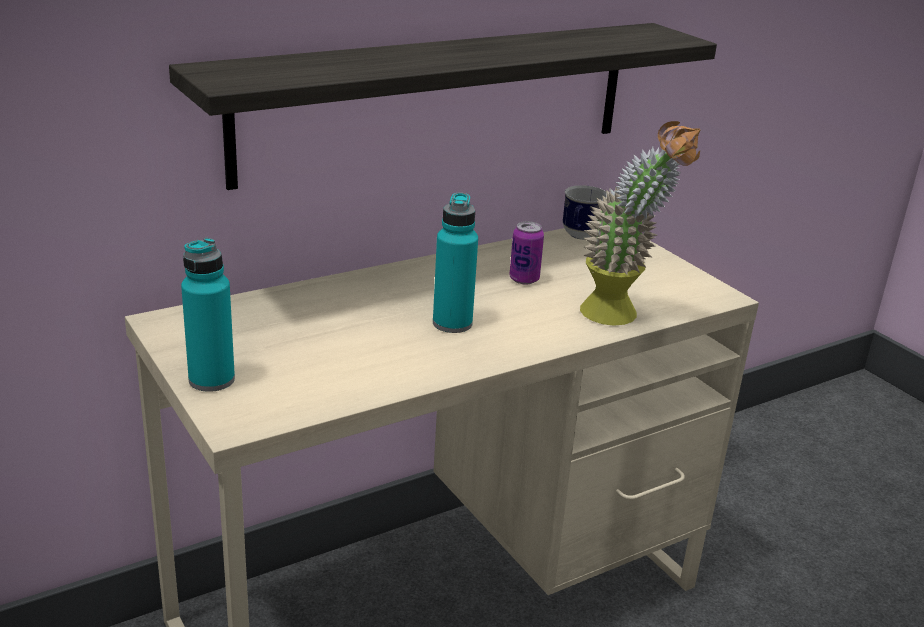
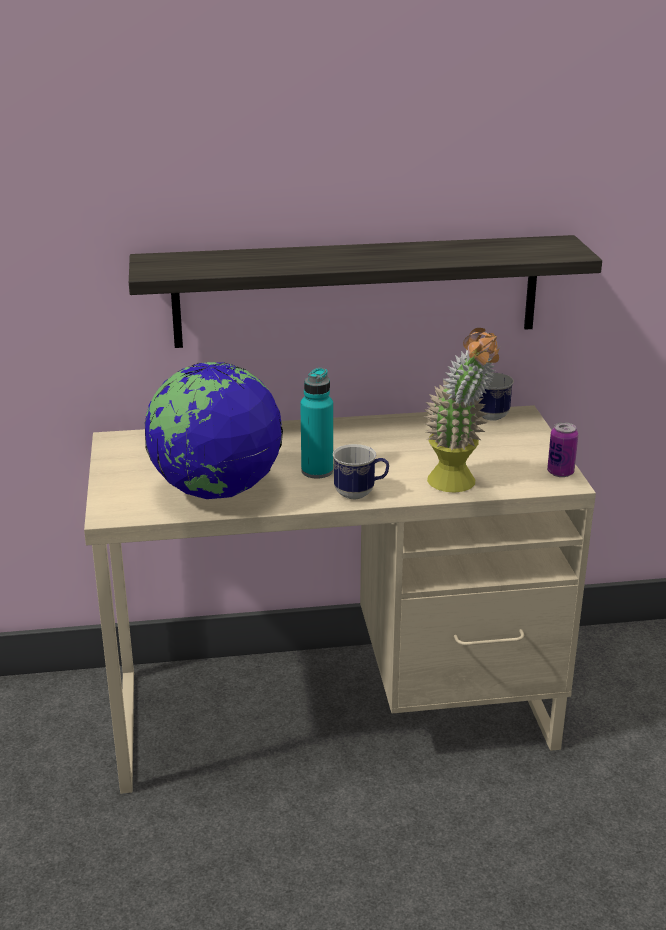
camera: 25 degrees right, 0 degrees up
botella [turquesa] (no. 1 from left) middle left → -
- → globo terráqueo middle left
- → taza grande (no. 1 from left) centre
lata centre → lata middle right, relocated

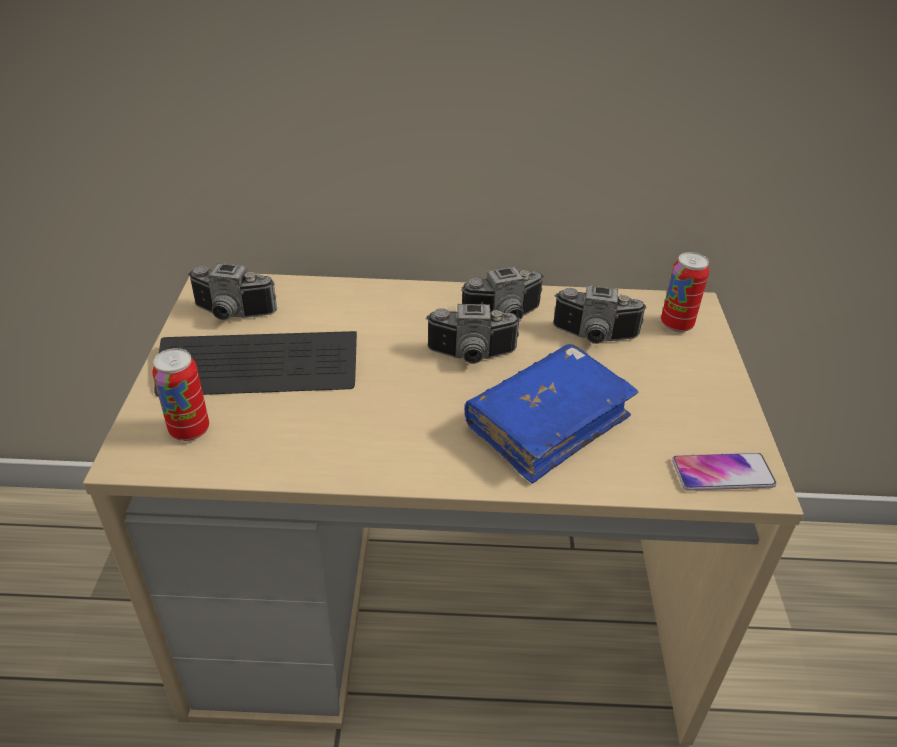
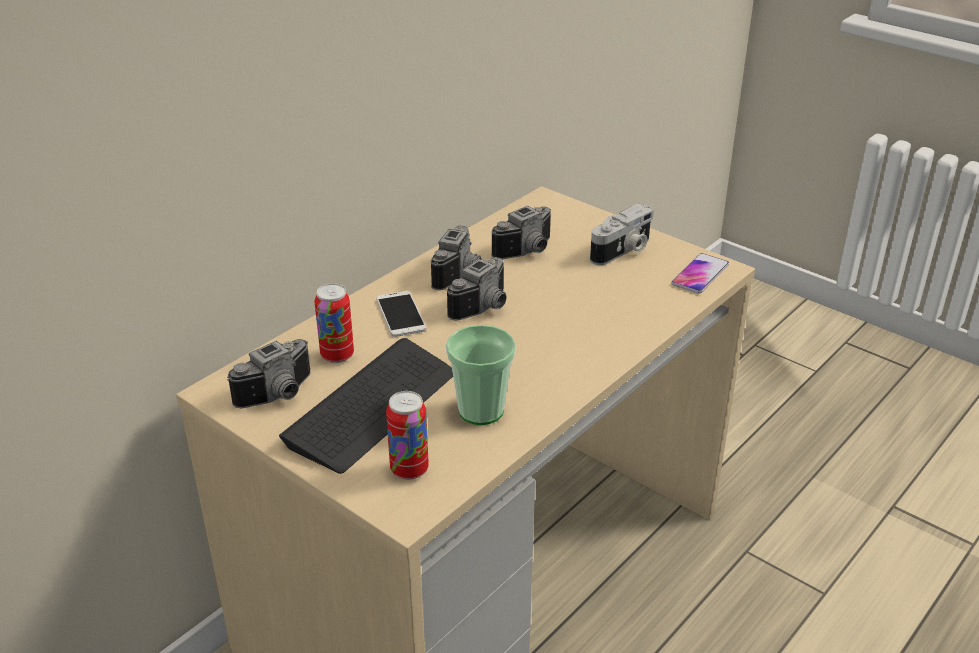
camera: 50 degrees left, 5 degrees down
libro [azul] centre → -
- → móvil (no. 1 from left) centre
- → taza centre
- → cámara (no. 5 from left) centre
lata (no. 2 from left in the first image) middle right → lata (no. 1 from left) centre, relocated

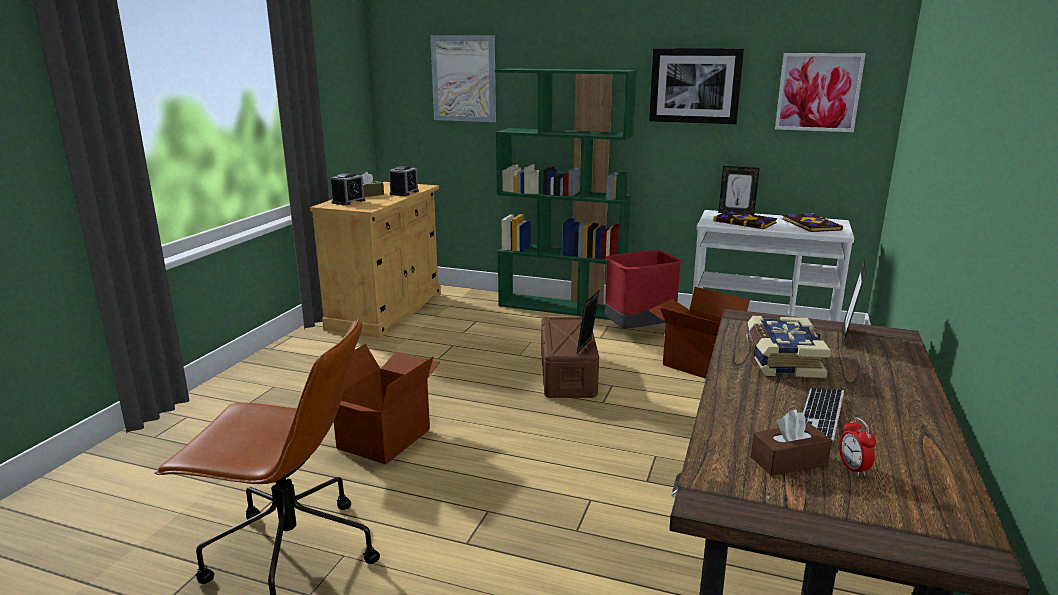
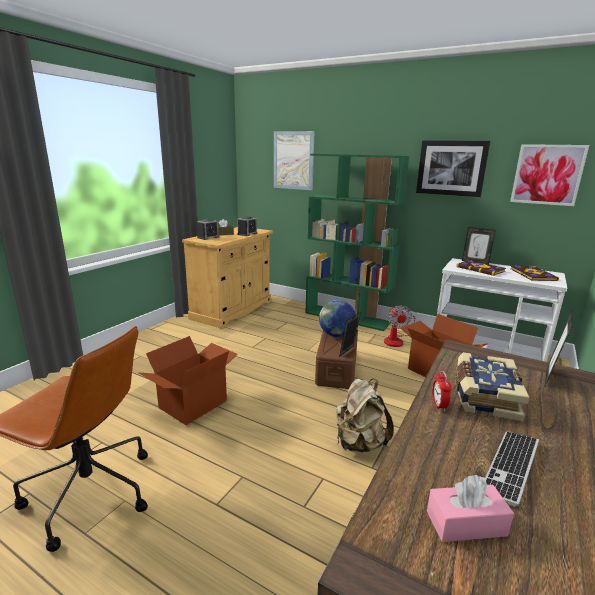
camera: 10 degrees right, 0 degrees up
- → globo terráqueo centre
- → mochila [beis] bottom centre
despertador (no. 3 from left) bottom right → despertador (no. 3 from left) middle right, relocated
papelera [rojo] centre → ventilador middle right
caja de pañuelos [marrón] (no. 2 from left) bottom right → caja de pañuelos [rosa] bottom right

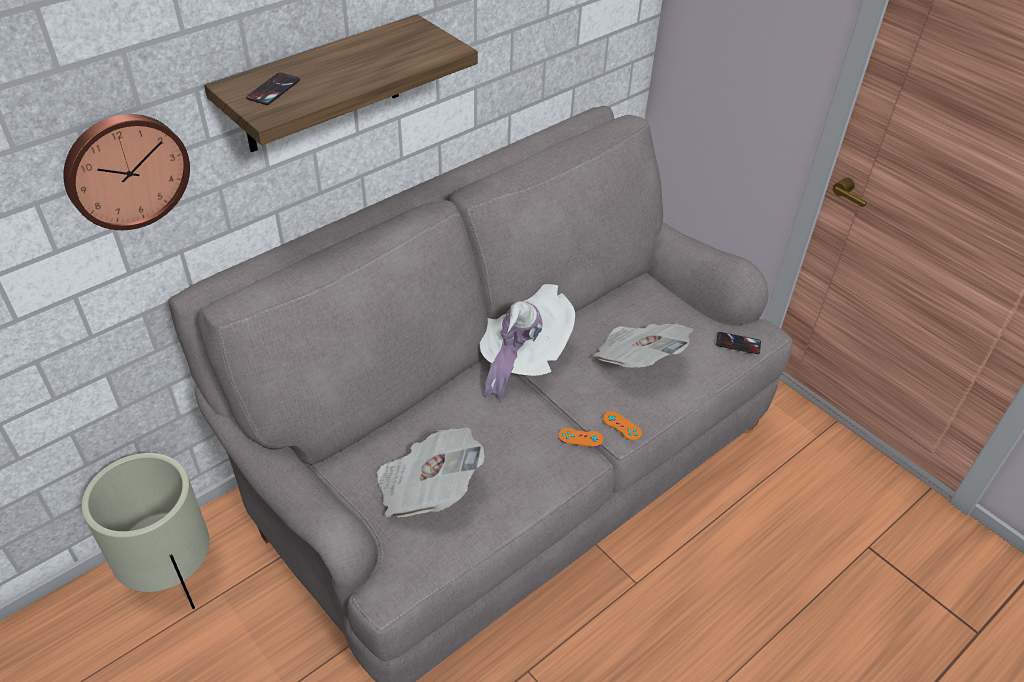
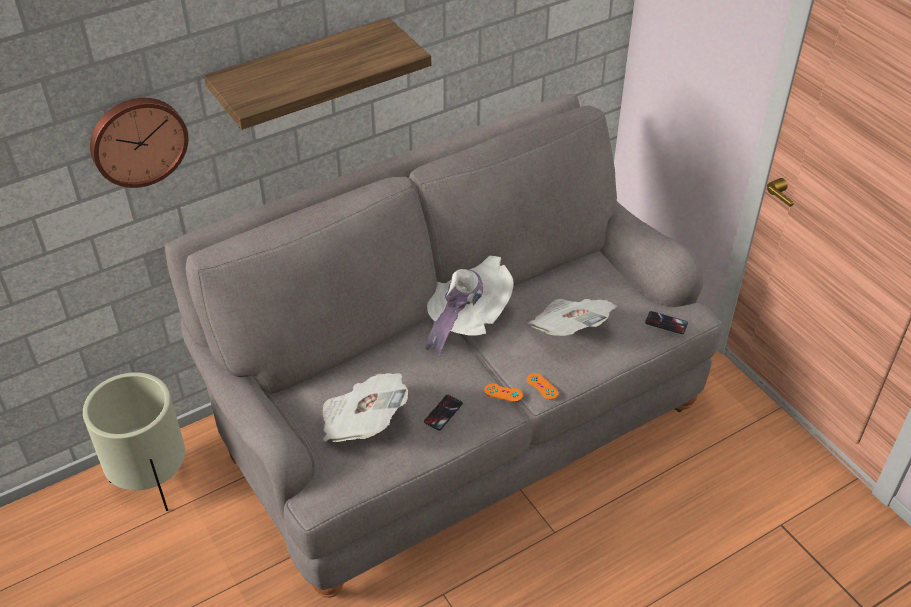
camera: 10 degrees right, 0 degrees up
móvil (no. 1 from left) top left → móvil (no. 1 from left) bottom centre, relocated

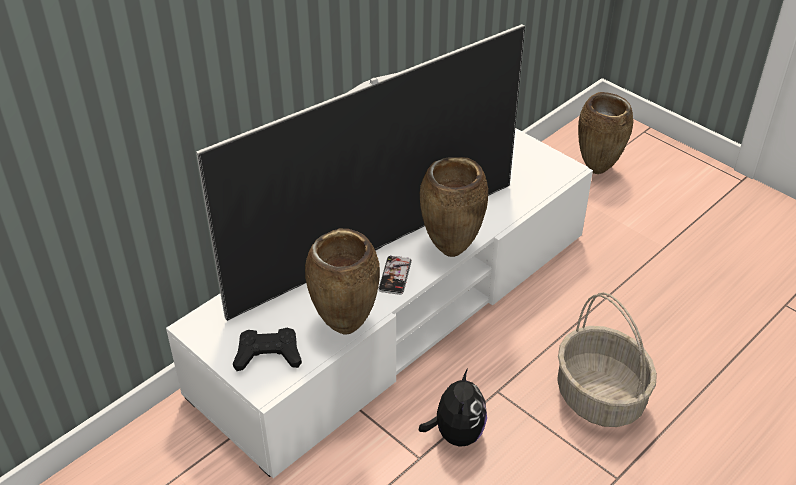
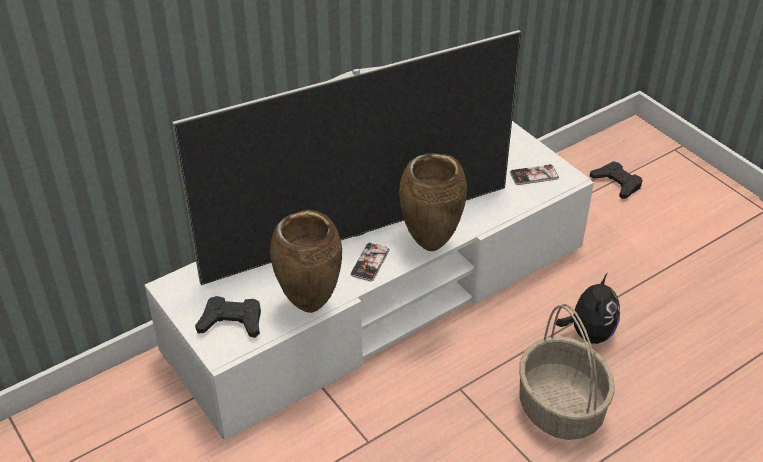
camera: 10 degrees right, 0 degrees up
- → móvil (no. 2 from left) middle right
peluche bottom centre → peluche bottom right, relocated
florero [marrón] (no. 3 from left) top right → mando de consola [negro] (no. 2 from left) middle right

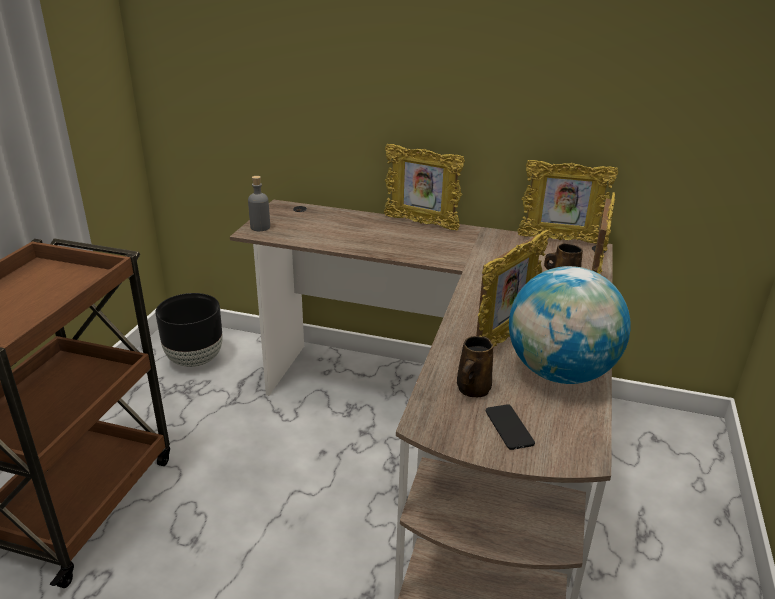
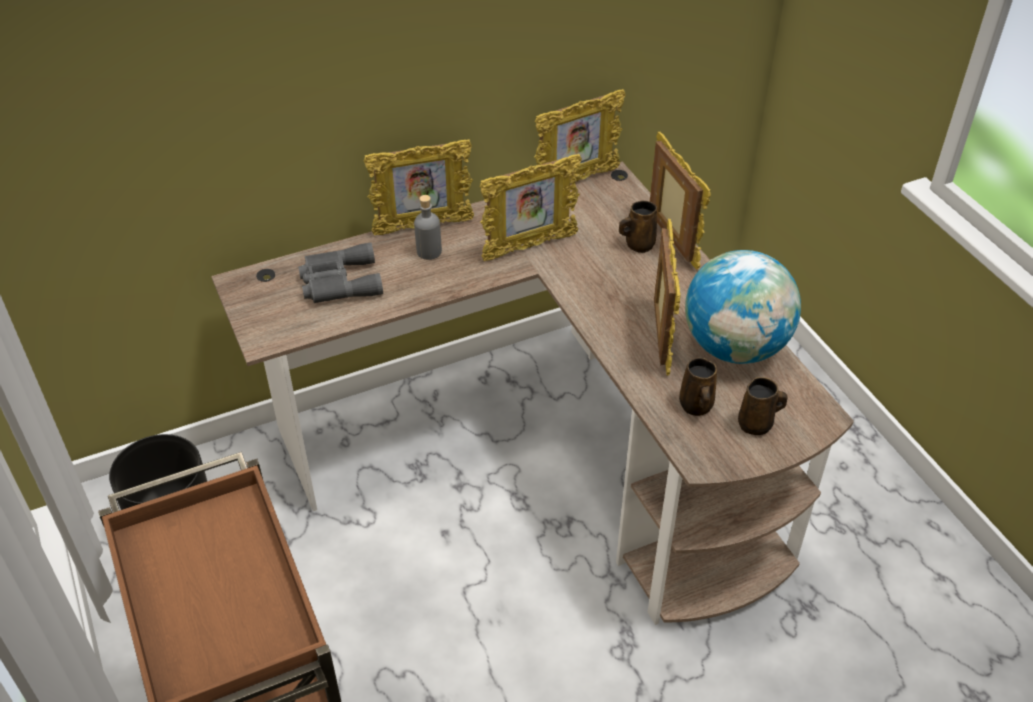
camera: 40 degrees left, 15 degrees up
- → prismáticos [gris] middle left
- → portarretratos (no. 2 from left) top centre
botella [gris] centre → botella [gris] top centre, relocated
móvil bottom centre → taza grande [marrón] (no. 3 from left) middle right

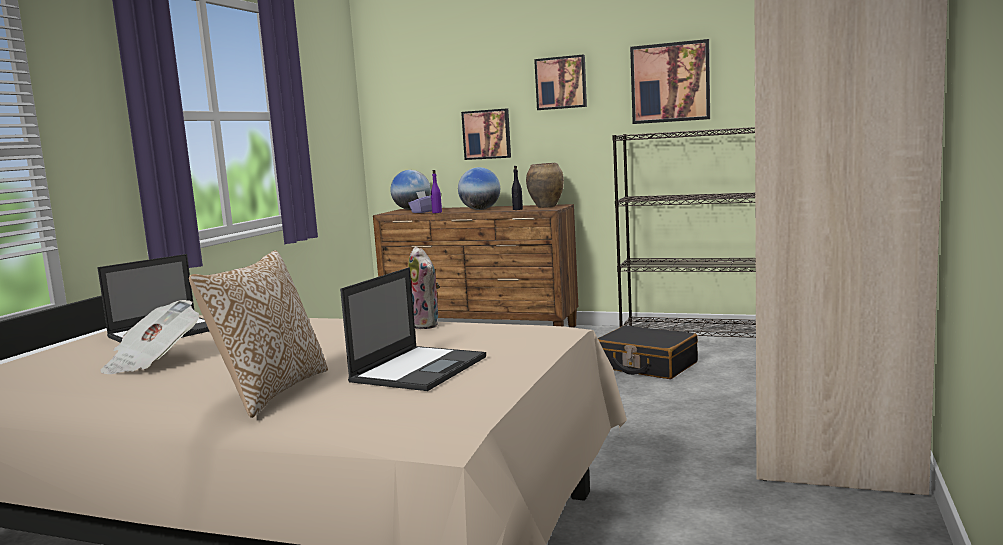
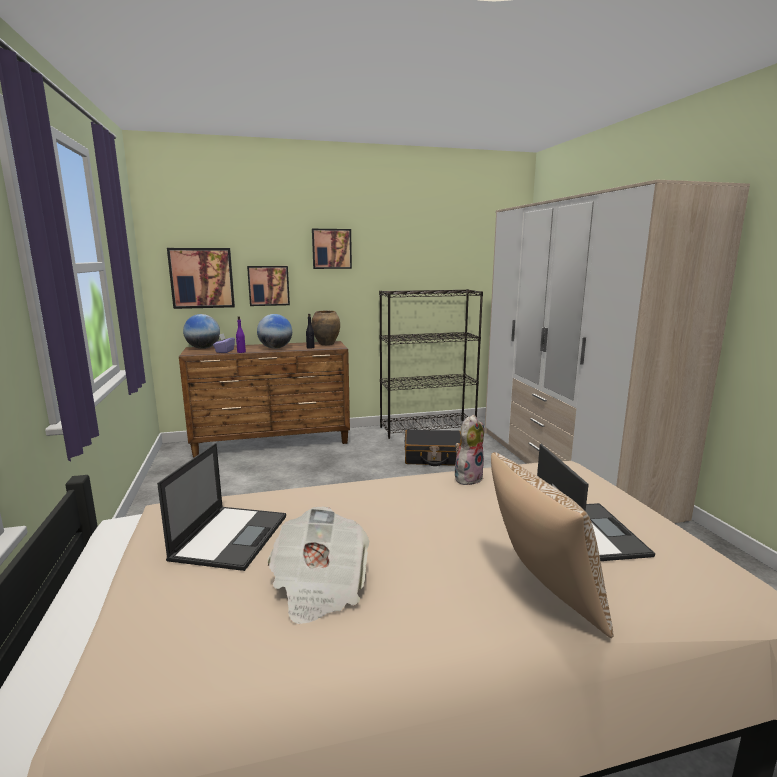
camera: 35 degrees left, 5 degrees up
cuadro (no. 3 from left in the first image) top right → cuadro (no. 1 from left) middle left, relocated
peluche centre, 75 degrees counterclockwise

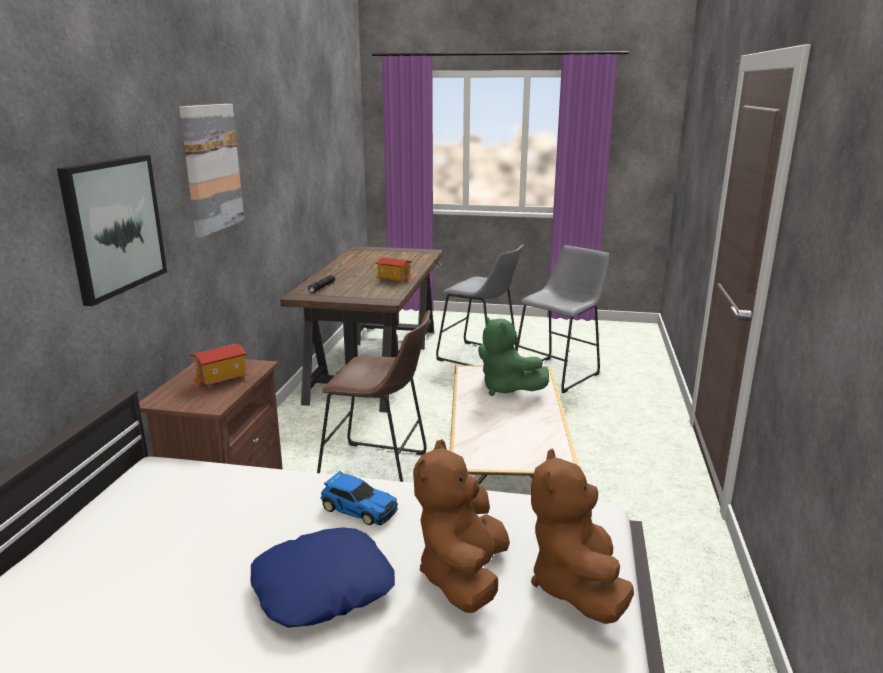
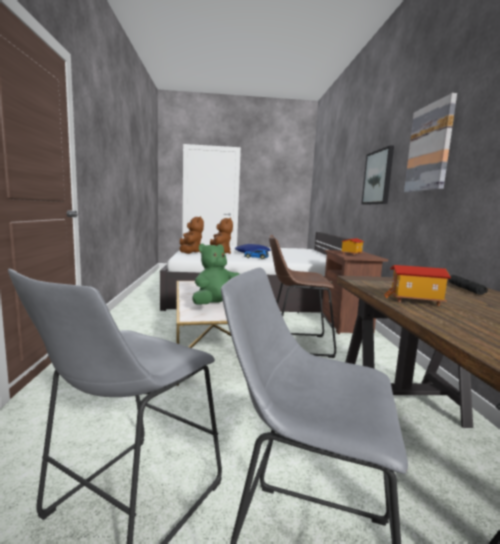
camera: 165 degrees right, 10 degrees down
peluche [verde] centre, 75 degrees counterclockwise

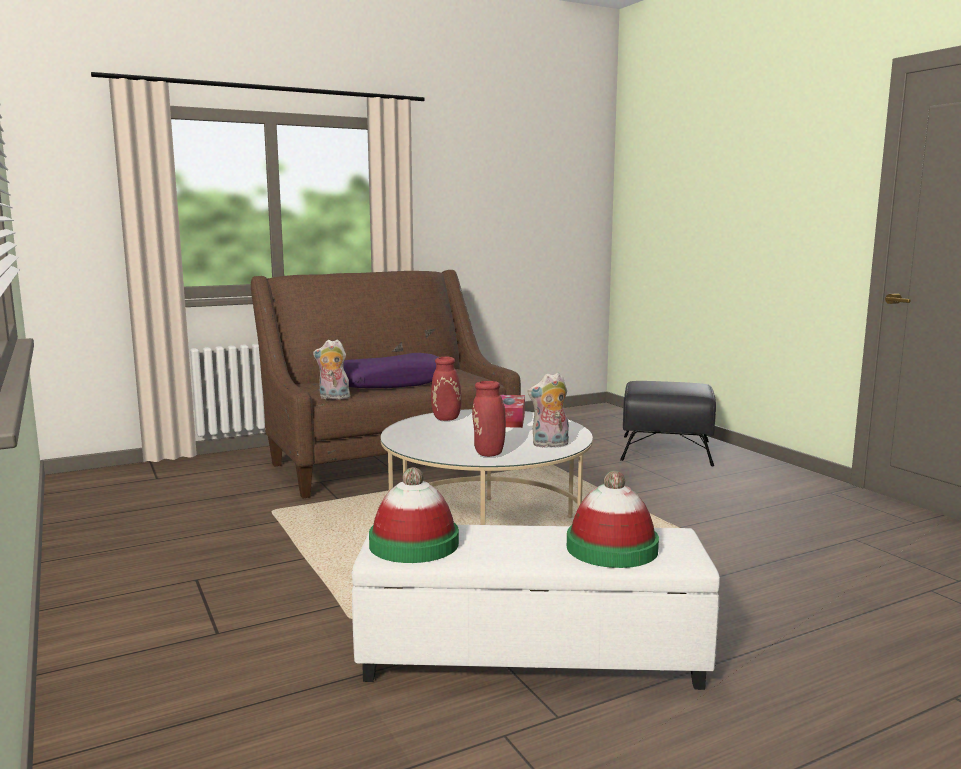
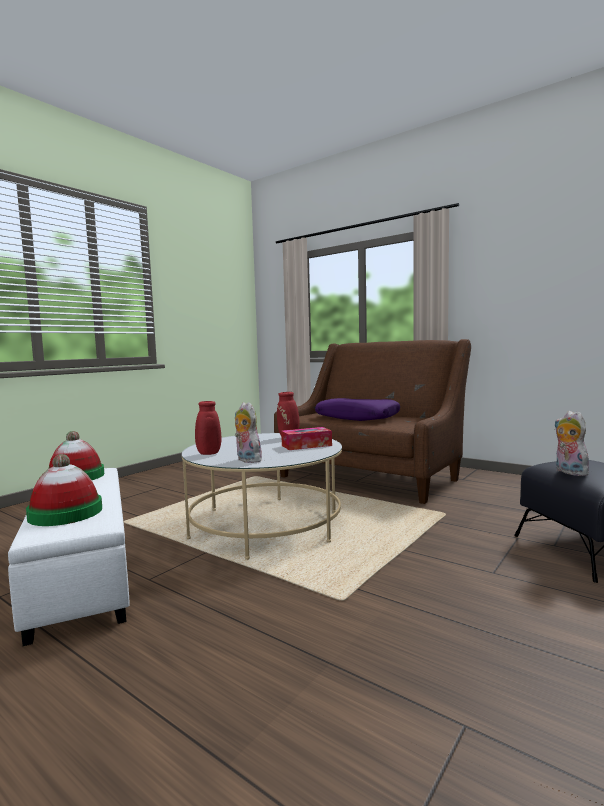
camera: 65 degrees right, 5 degrees down
peluche (no. 1 from left in the first image) centre → peluche (no. 2 from left) middle right, relocated

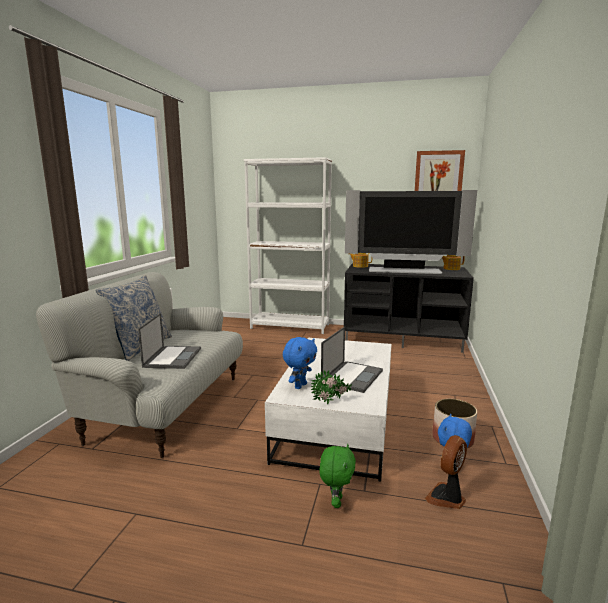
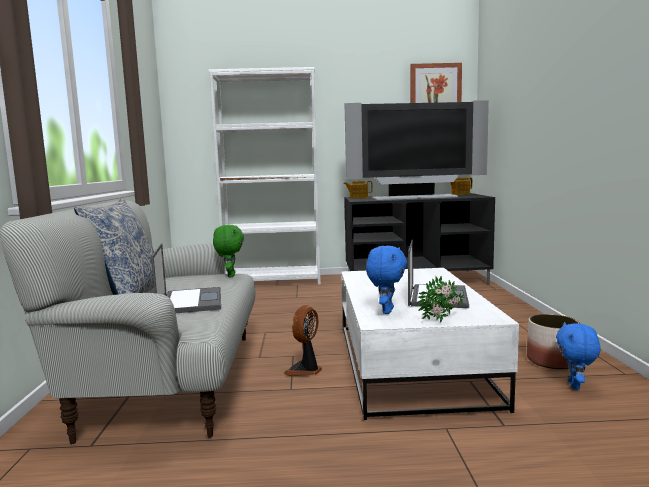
camera: 15 degrees left, 5 degrees down
peluche [verde] bottom centre → peluche [verde] centre, relocated
ventilador bottom right → ventilador bottom centre, relocated

